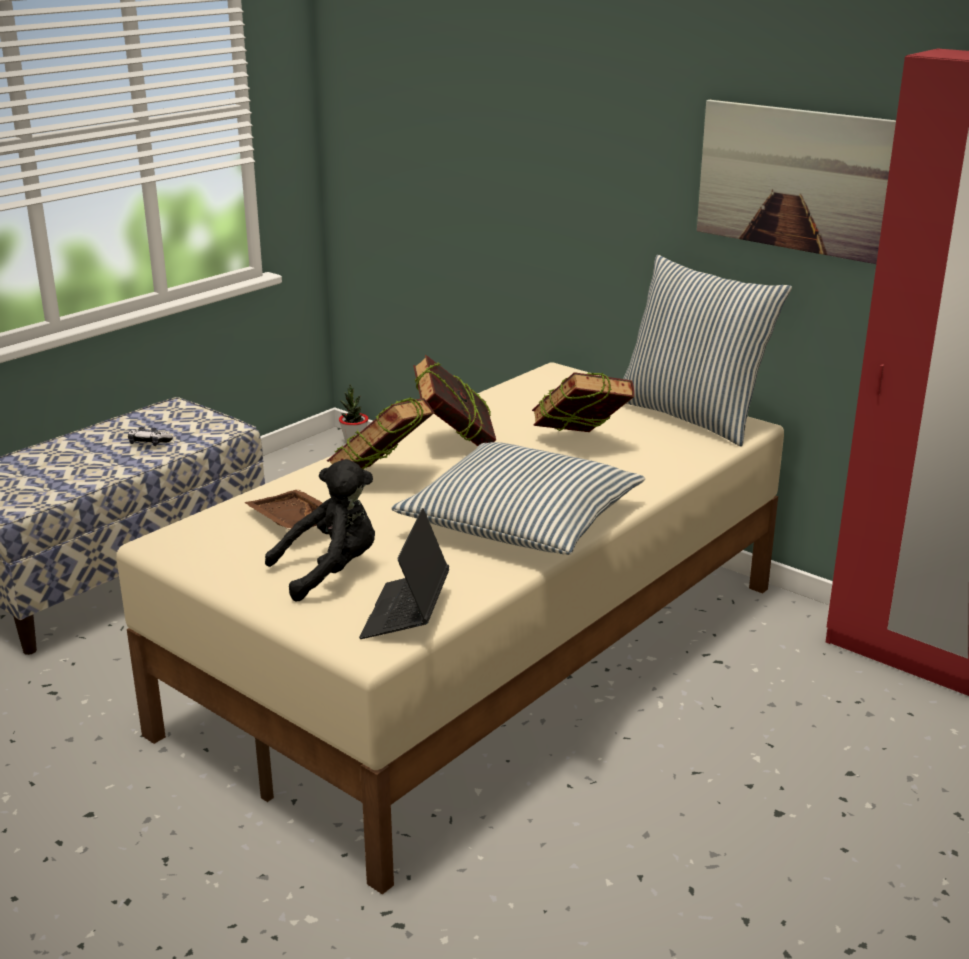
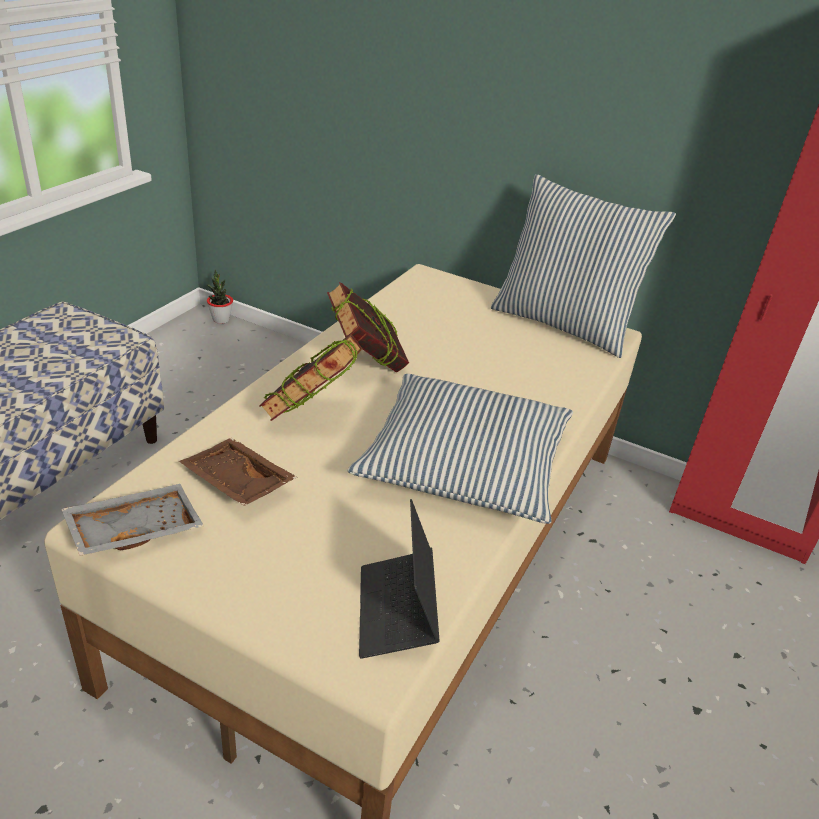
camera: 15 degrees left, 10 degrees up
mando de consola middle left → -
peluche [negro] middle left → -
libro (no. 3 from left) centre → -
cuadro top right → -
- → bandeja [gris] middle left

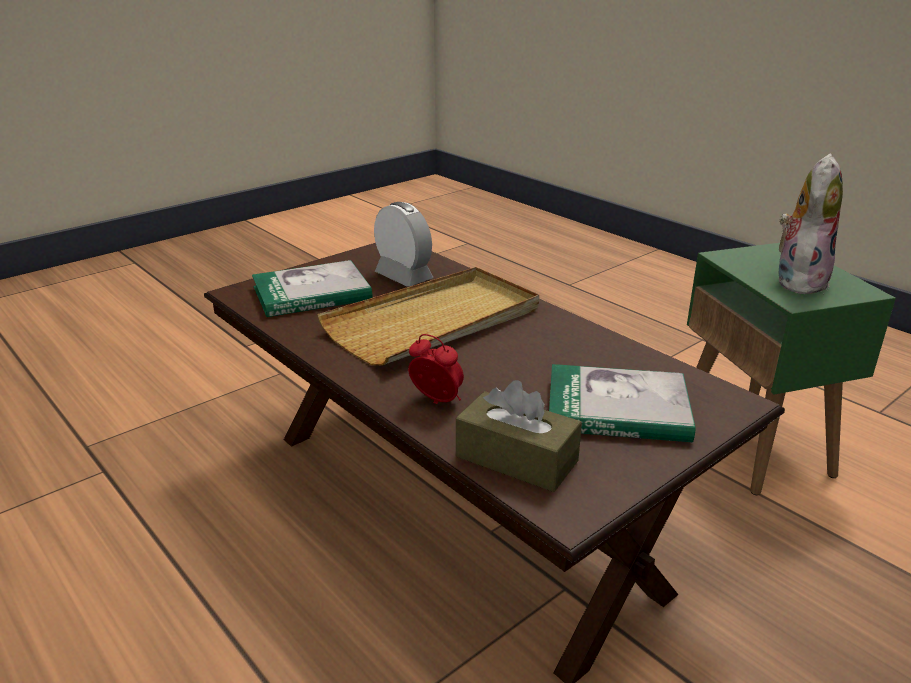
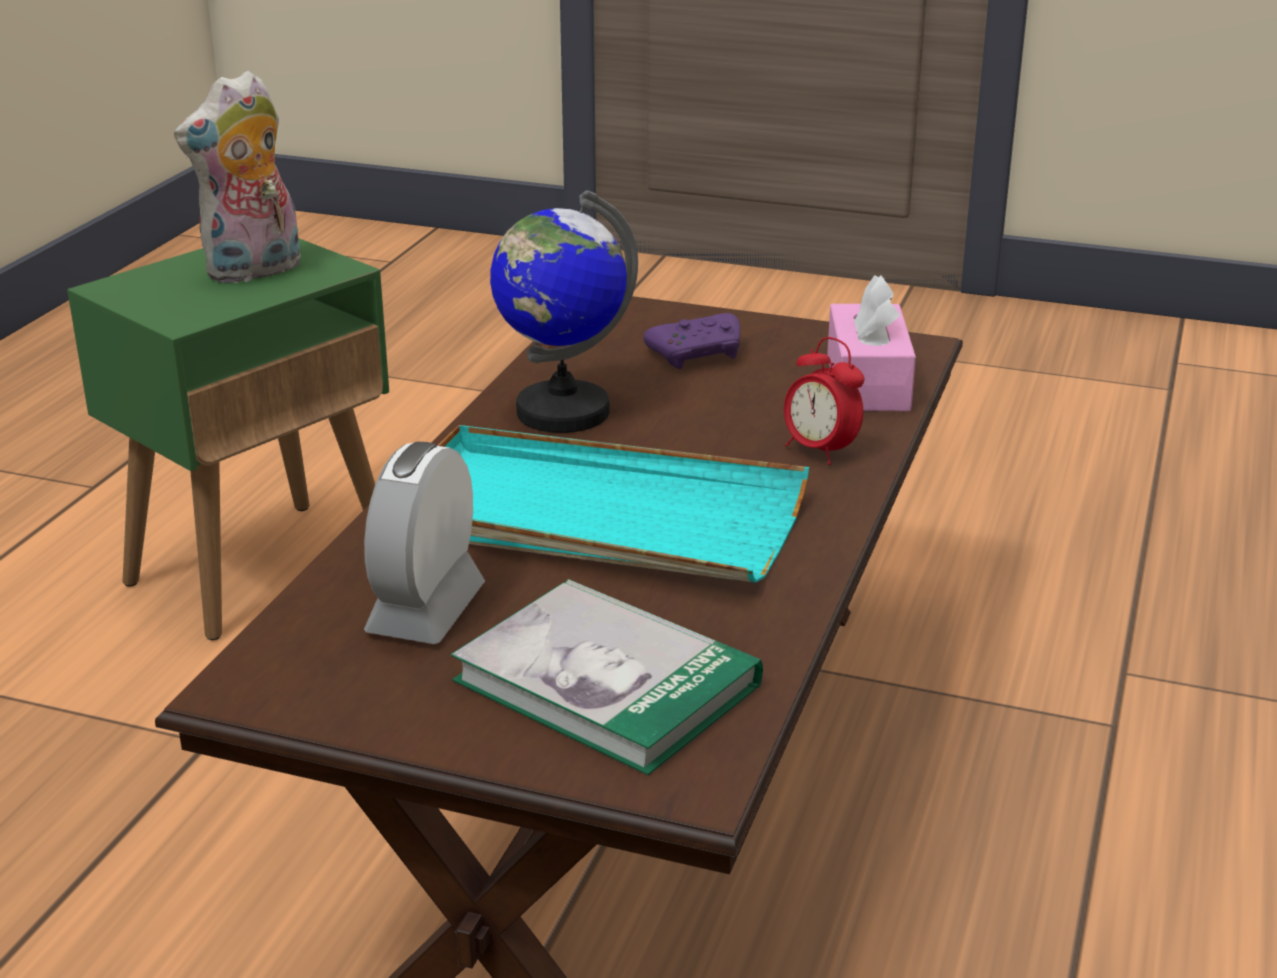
camera: 120 degrees left, 0 degrees up
- → globo terráqueo top centre
libro (no. 2 from left) middle right → mando de consola [morado] centre
bandeja [beis] centre → bandeja [turquesa] centre
caja de pañuelos [marrón] centre → caja de pañuelos [rosa] middle right
despertador (no. 2 from left) centre, 45 degrees counterclockwise
peluche top right → peluche top left, 45 degrees counterclockwise

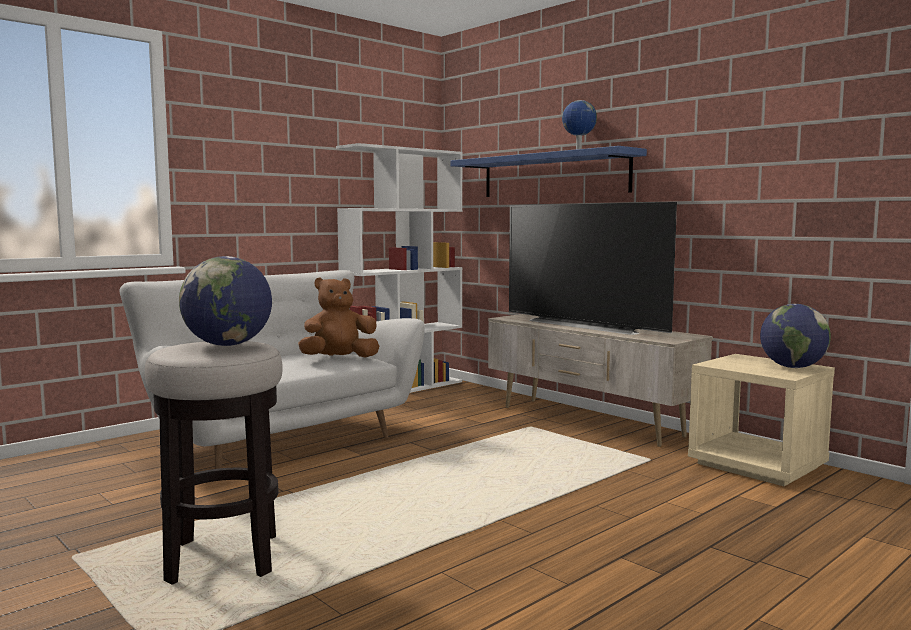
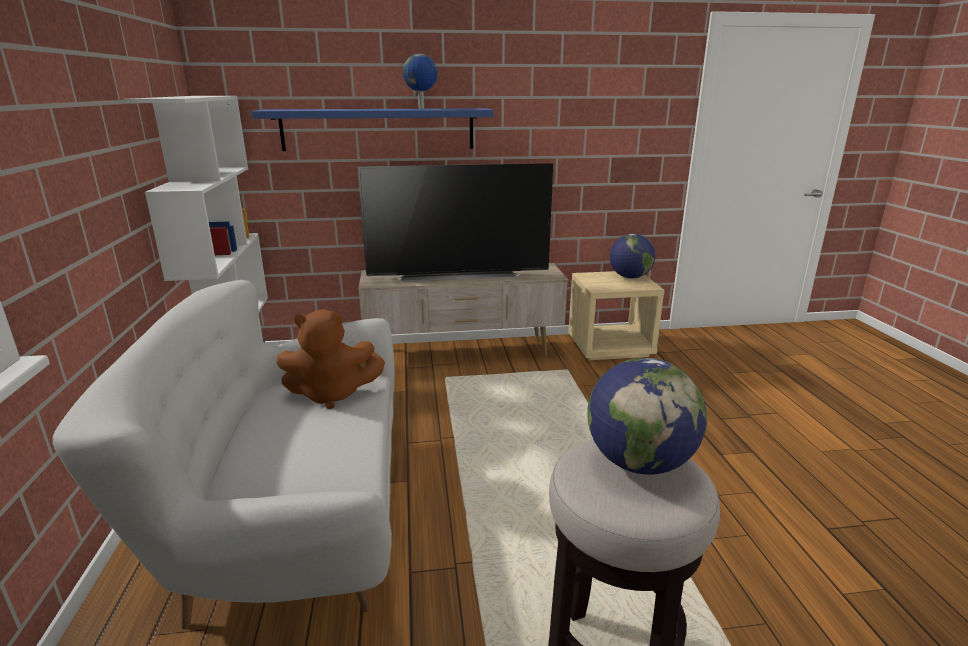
camera: 55 degrees left, 15 degrees up
peluche [marrón] centre, 105 degrees counterclockwise

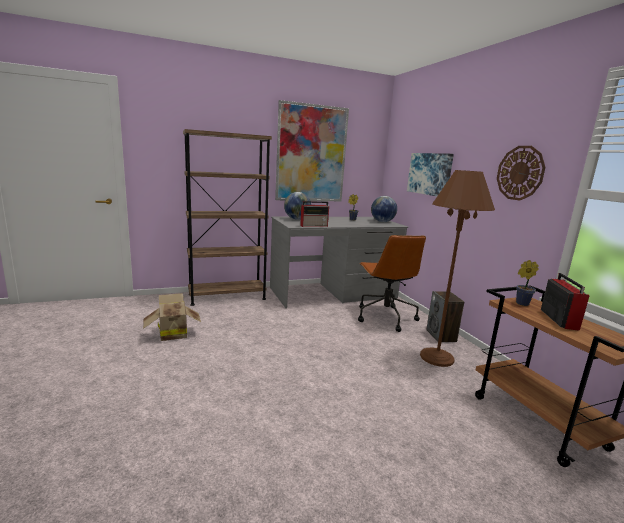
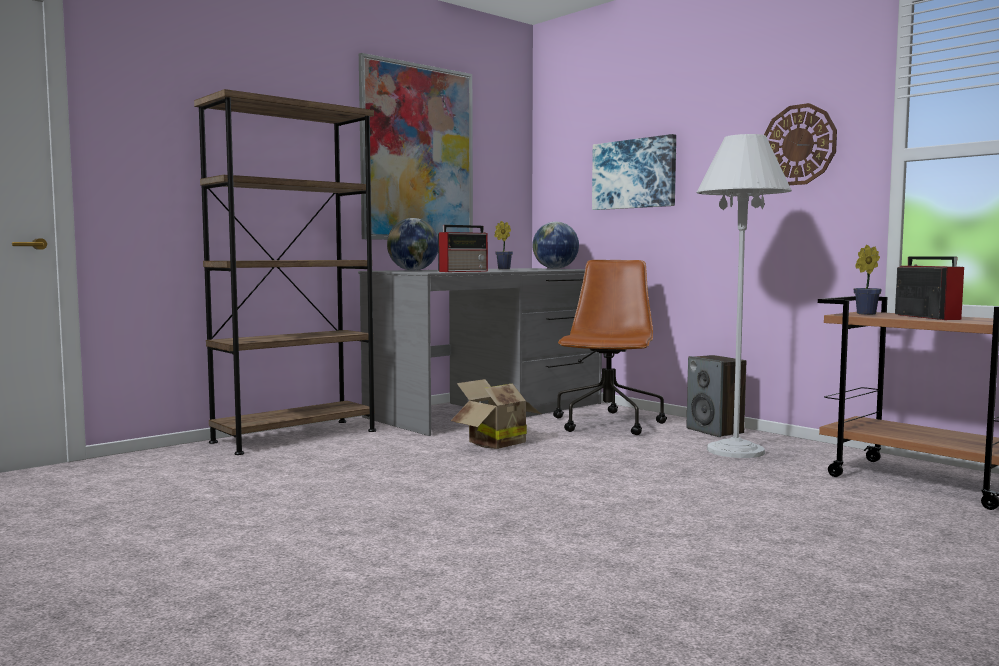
camera: 20 degrees left, 10 degrees down
caja de cartón middle left → caja de cartón centre, relocated
lámpara de pie [marrón] middle right → lámpara de pie [blanco] middle right
silla de oficina [marrón] centre, 135 degrees counterclockwise

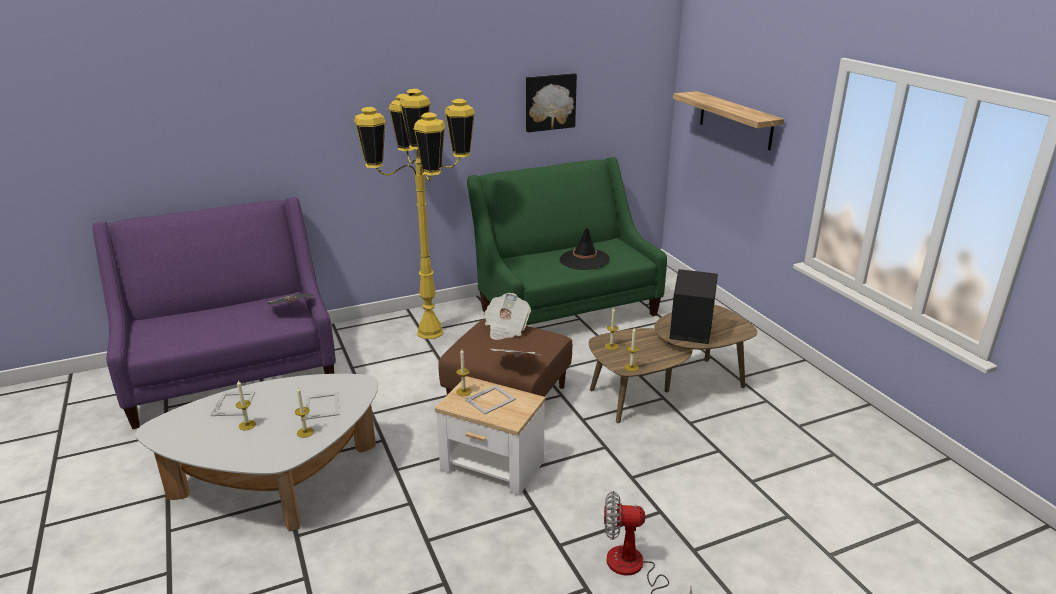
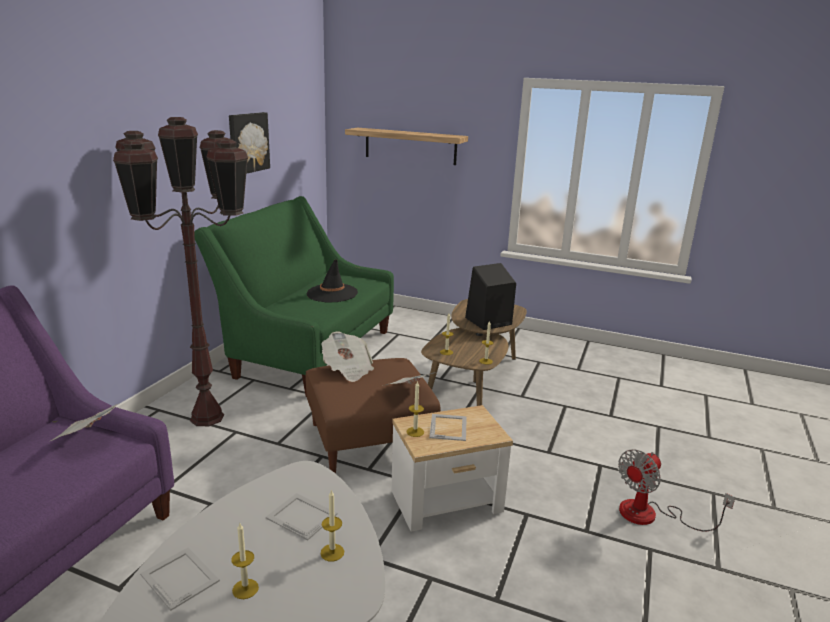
camera: 45 degrees left, 5 degrees down
lámpara de pie [amarillo] centre → lámpara de pie [marrón] middle left

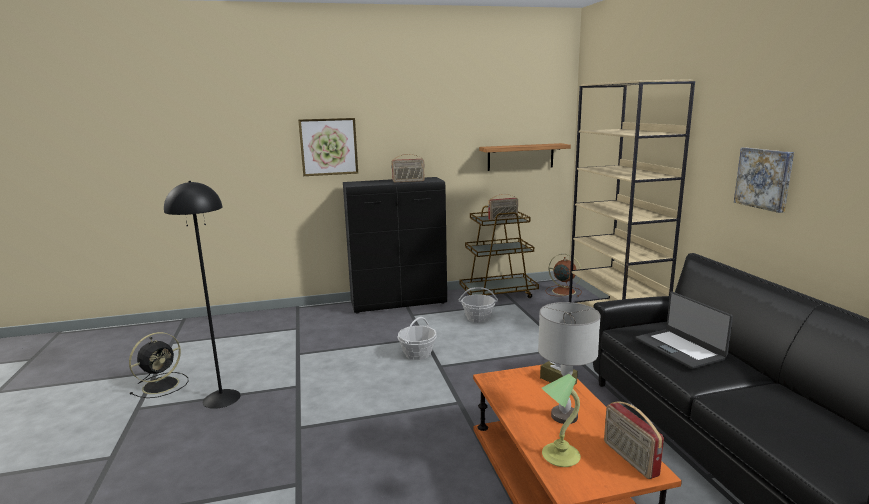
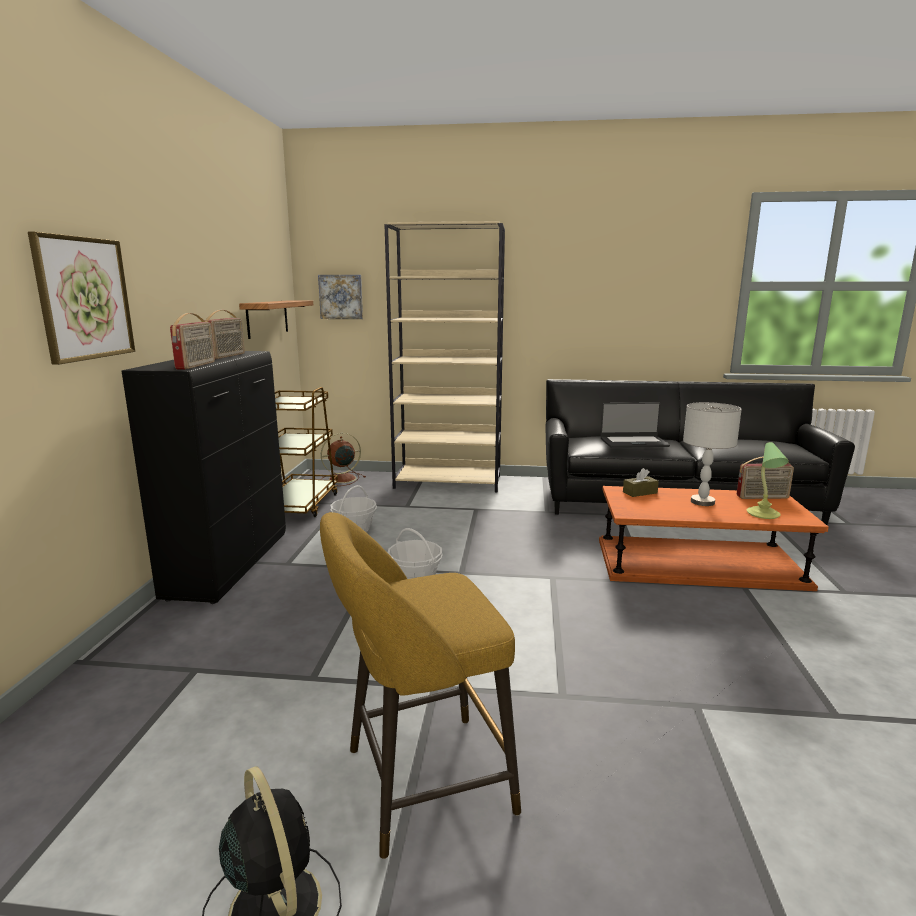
camera: 70 degrees left, 0 degrees up
radio (no. 2 from left in the first image) centre → radio (no. 1 from left) middle left, relocated
cuadro (no. 2 from left) middle right → cuadro (no. 2 from left) top centre, relocated
lámpara de pie [negro] middle left → taburete [amarillo] bottom centre

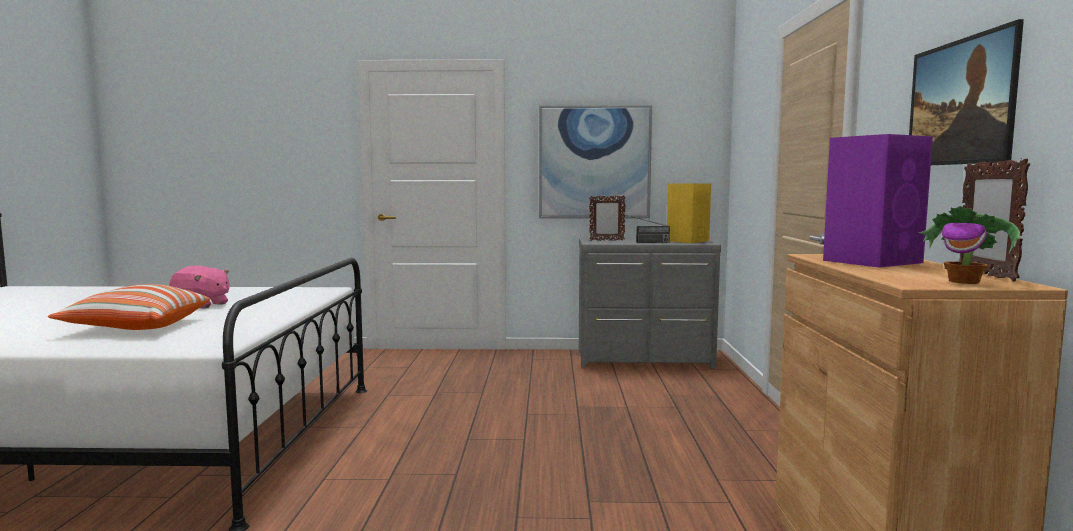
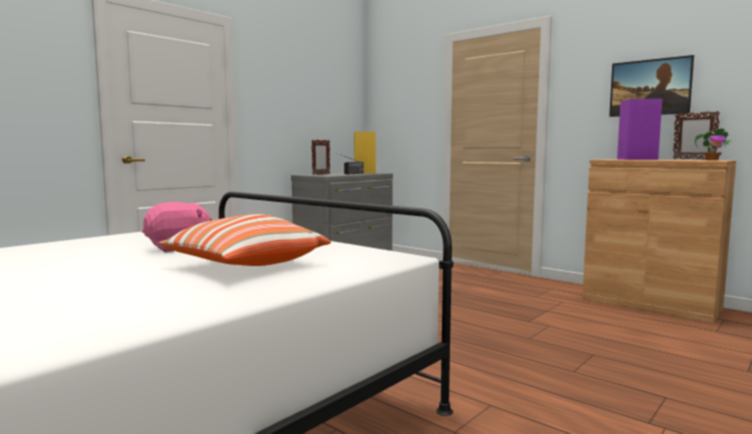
camera: 50 degrees left, 0 degrees up
cuadro (no. 1 from left) top centre → -

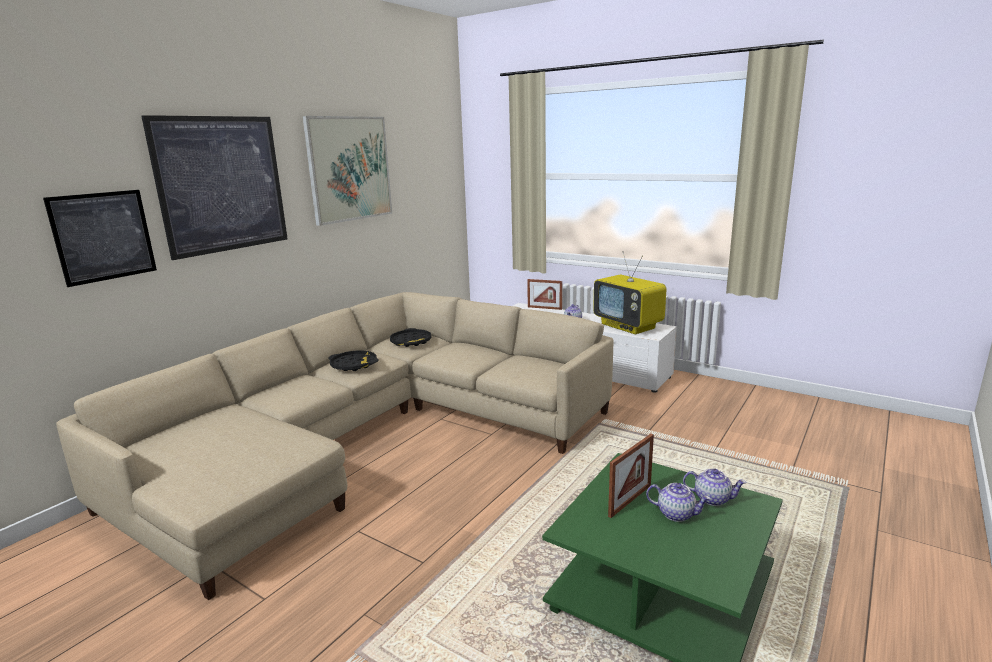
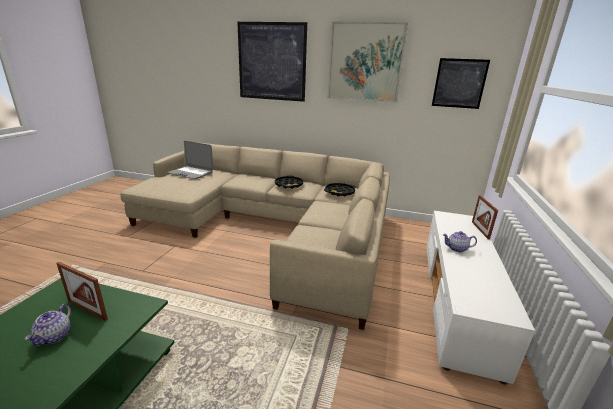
camera: 70 degrees right, 5 degrees up
televisor centre → -
tetera (no. 3 from left) bottom right → -
- → portátil middle left
cuadro (no. 1 from left in the first image) middle left → cuadro (no. 3 from left) top right, relocated

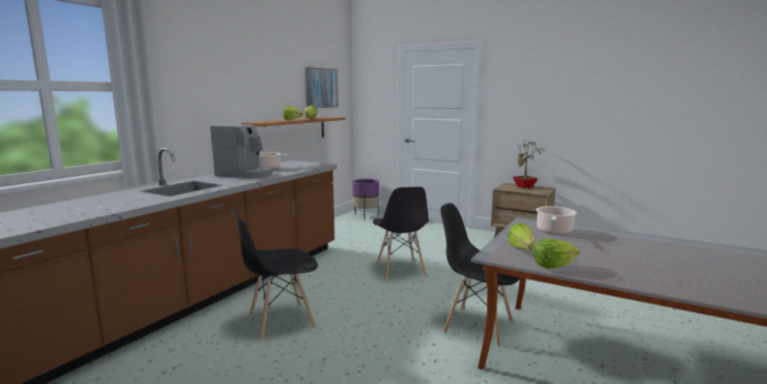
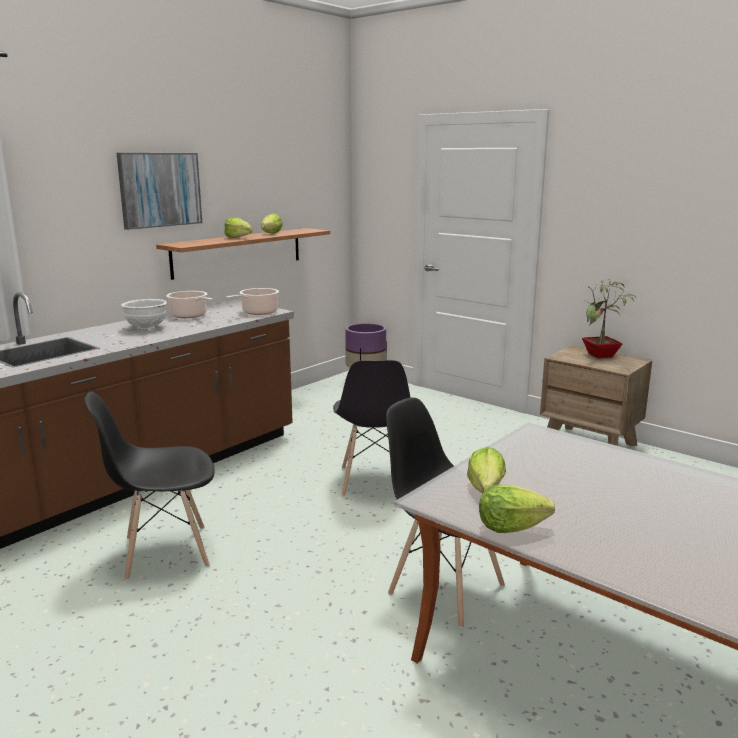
camera: 10 degrees right, 5 degrees up
cuadro top centre → cuadro top left, relocated
olla (no. 2 from left) middle right → olla (no. 2 from left) centre, relocated
cafetera middle left → cuenco [blanco] middle left

